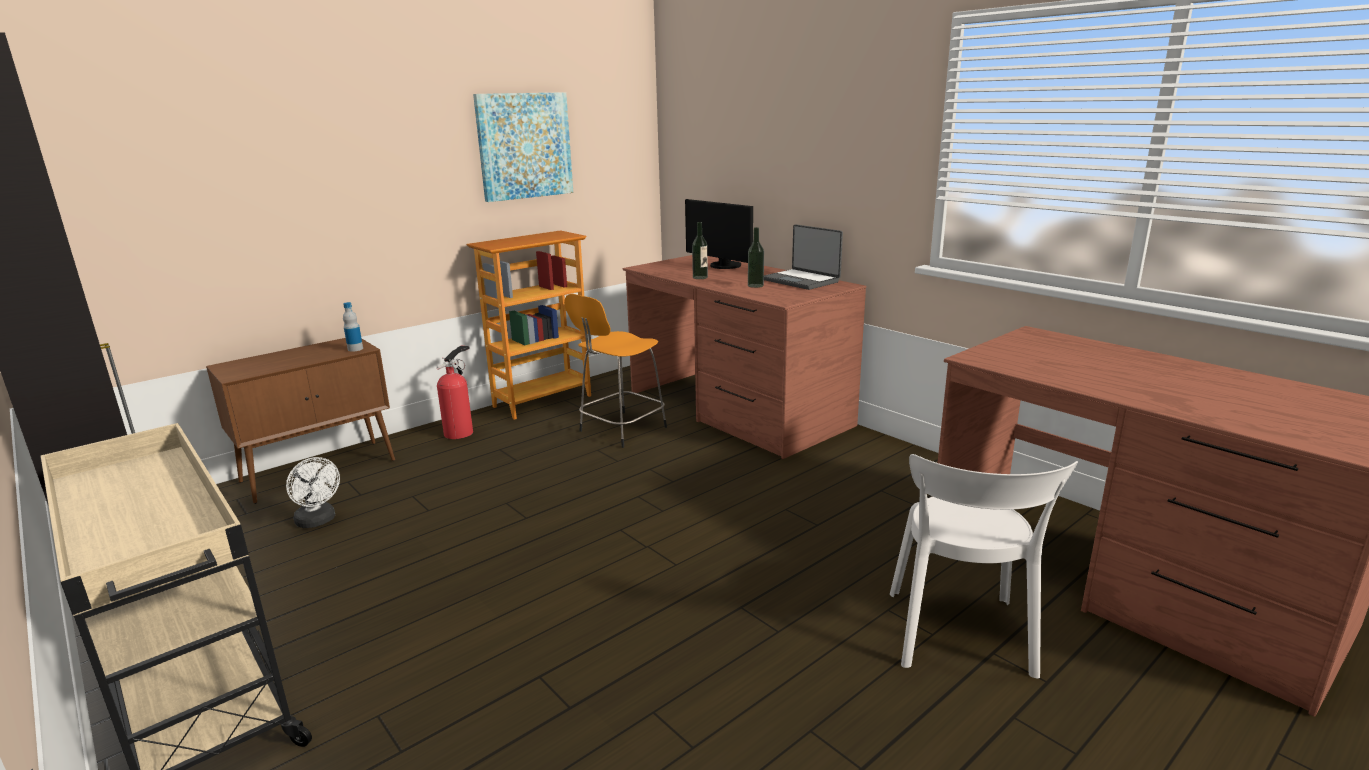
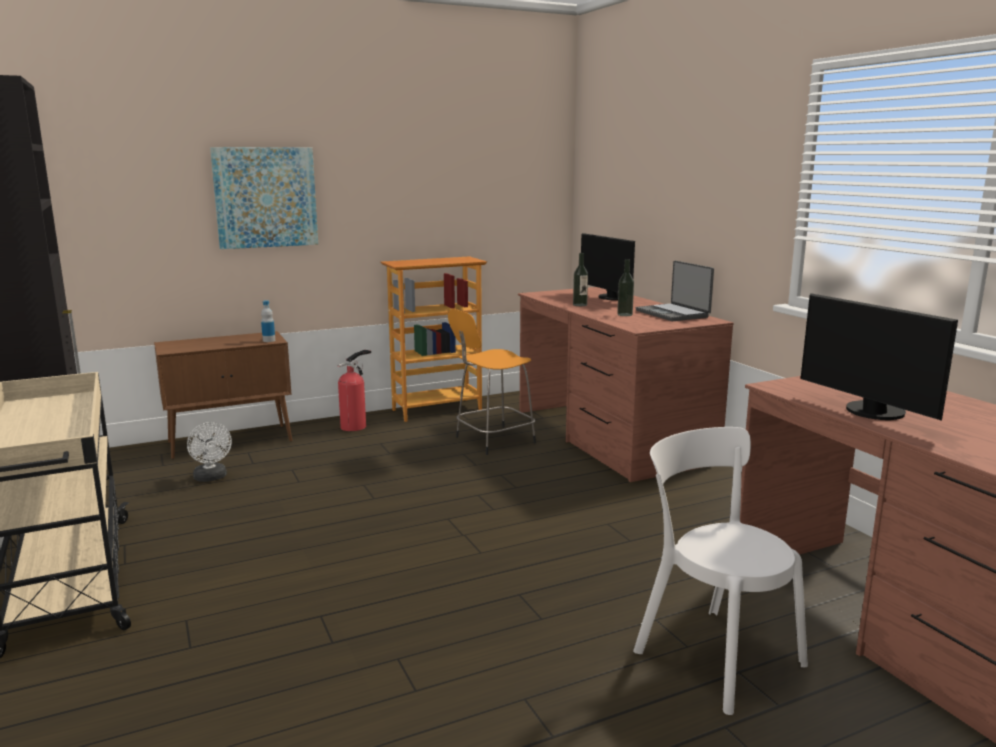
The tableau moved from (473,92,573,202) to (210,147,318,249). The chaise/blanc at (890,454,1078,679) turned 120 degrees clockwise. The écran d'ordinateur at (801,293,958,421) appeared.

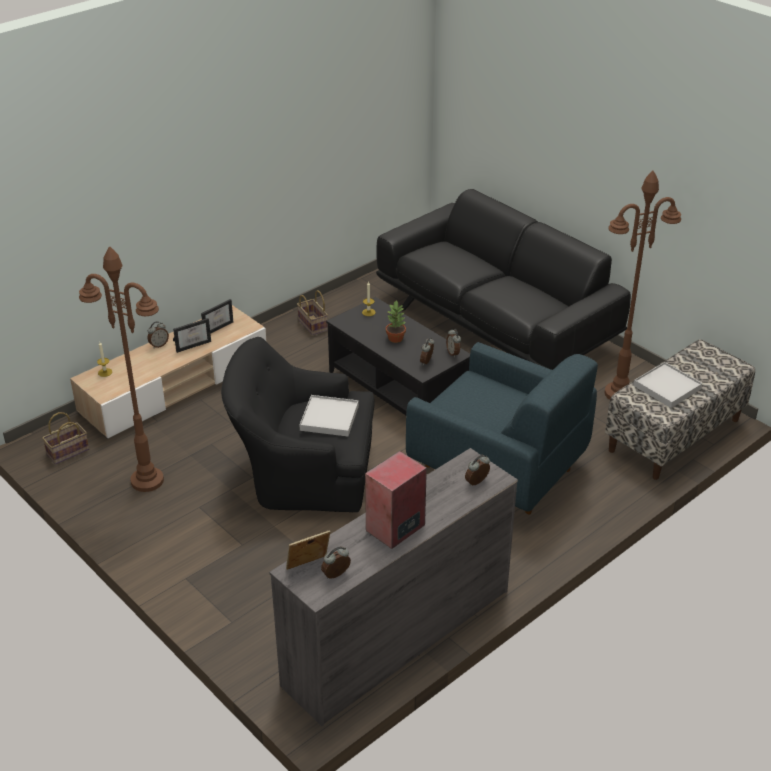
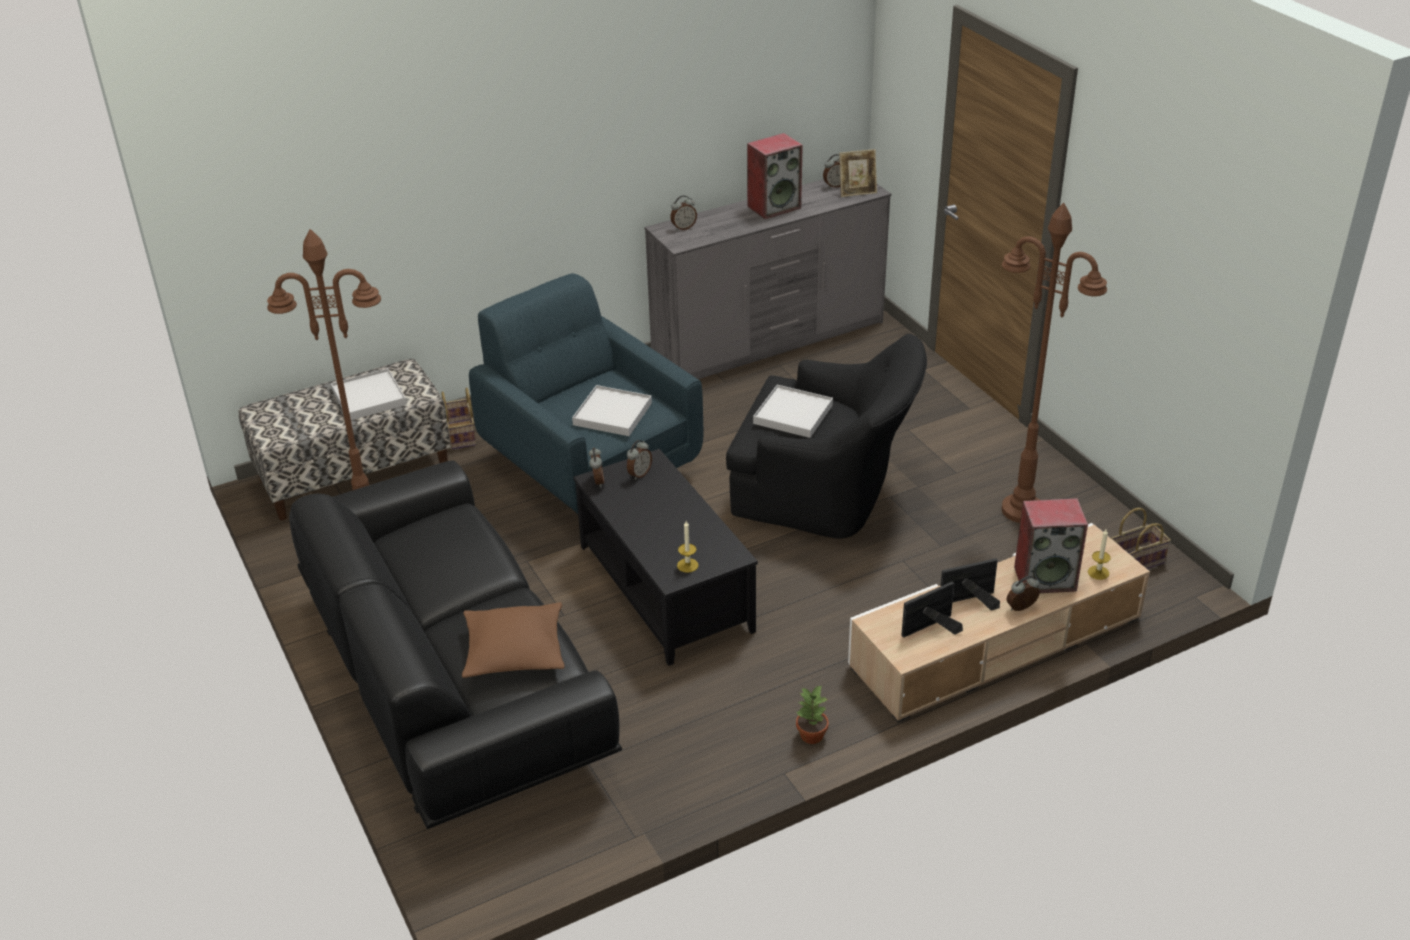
The panier moved from (297,290,328,335) to (441,387,476,449). The plante en pot moved from (386,300,406,343) to (796,685,829,744). The plateau/blanc at (572,385,652,436) appeared. The enceinte at (1014,498,1088,593) appeared. The coussin/marron at (462,602,565,678) appeared.

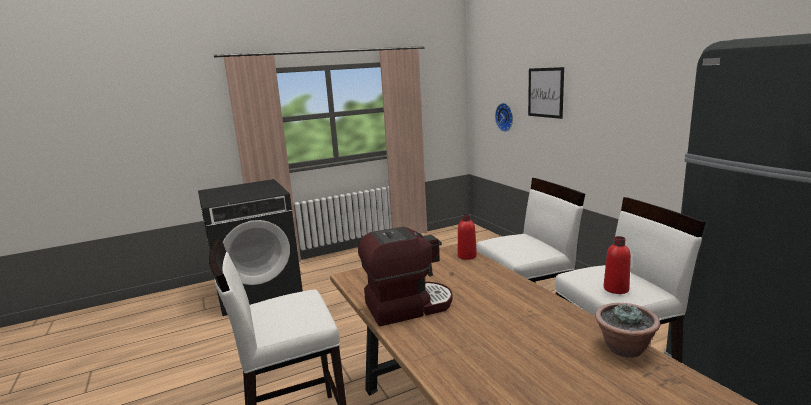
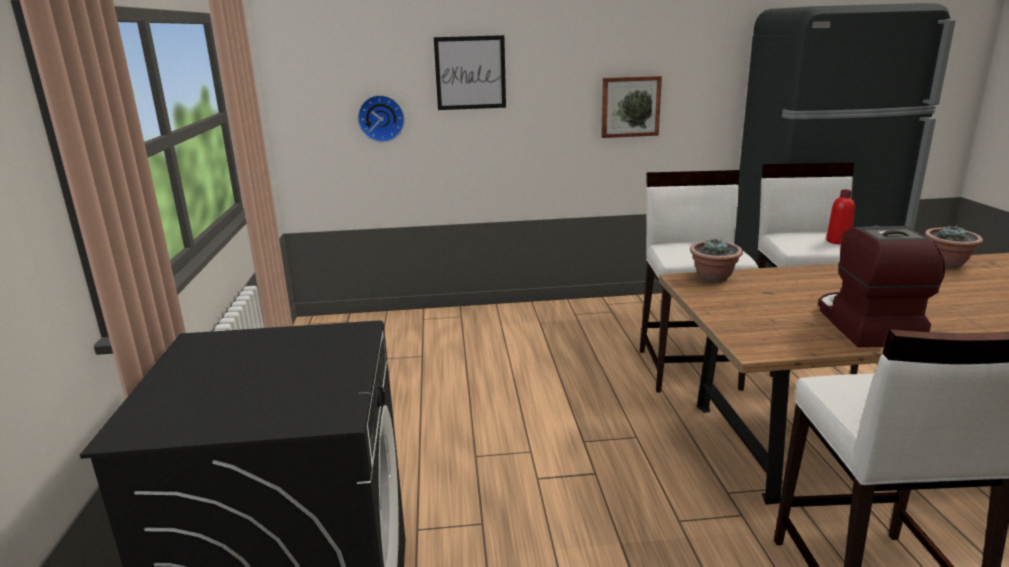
The bouteille/rouge at (458,214,477,260) was replaced by the plante en pot at (690,239,743,283). The tableau at (601,76,662,138) appeared.

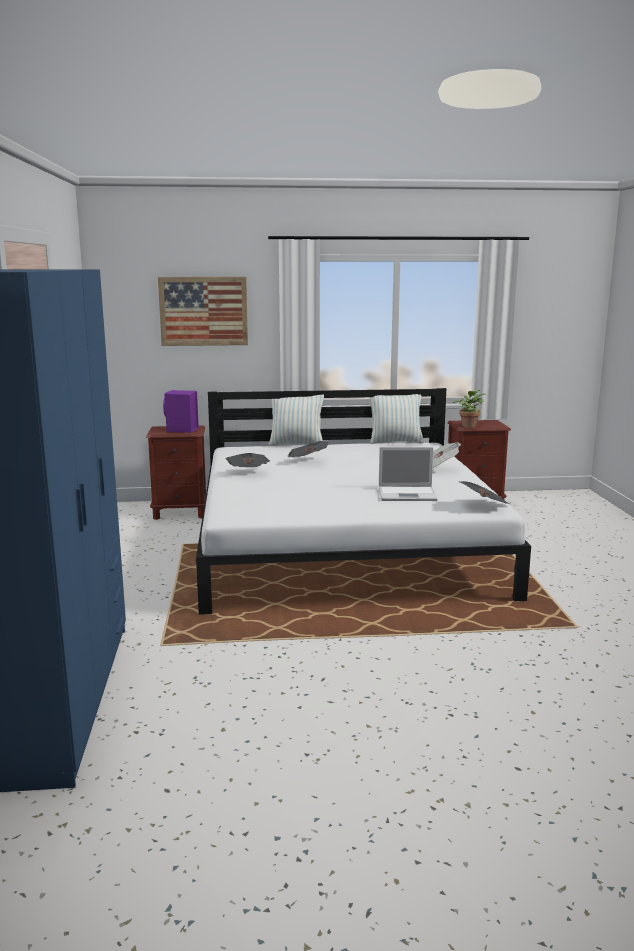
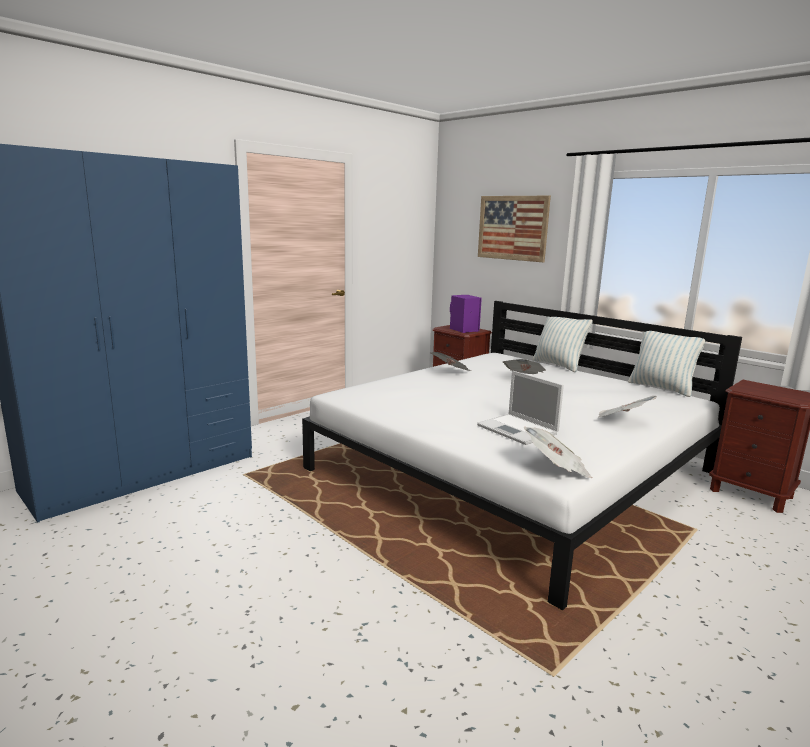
The plante en pot at (453,389,486,428) disappeared.

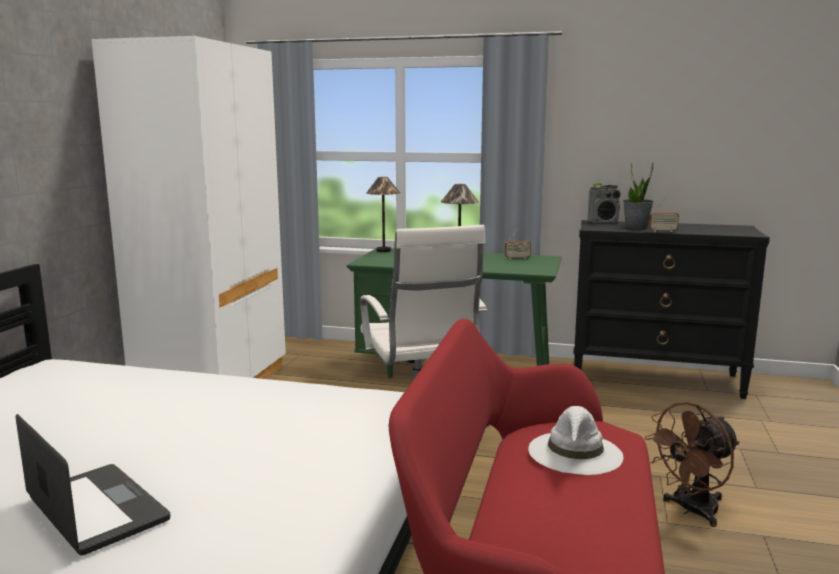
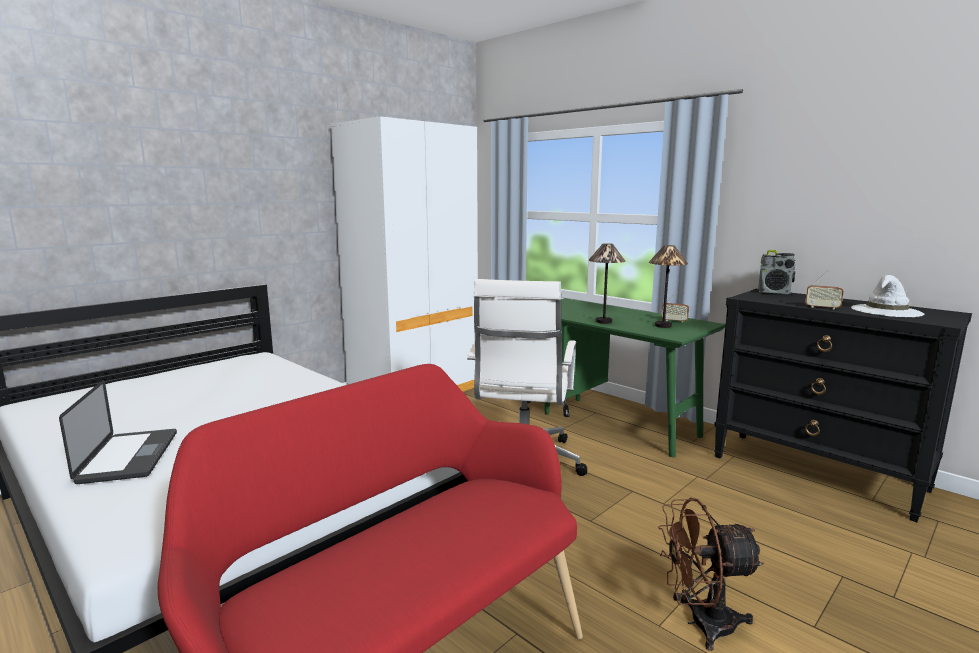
The plante en pot at (623,162,654,229) disappeared. The lampe de table moved from (367,177,400,252) to (649,245,688,328). The chapeau/blanc moved from (528,406,623,475) to (851,275,924,317).

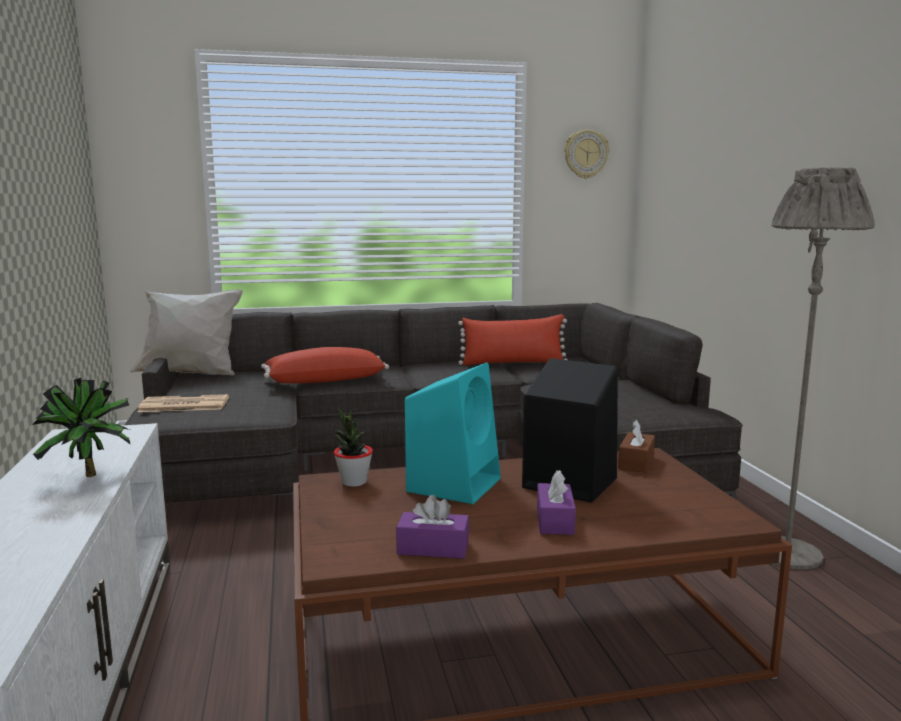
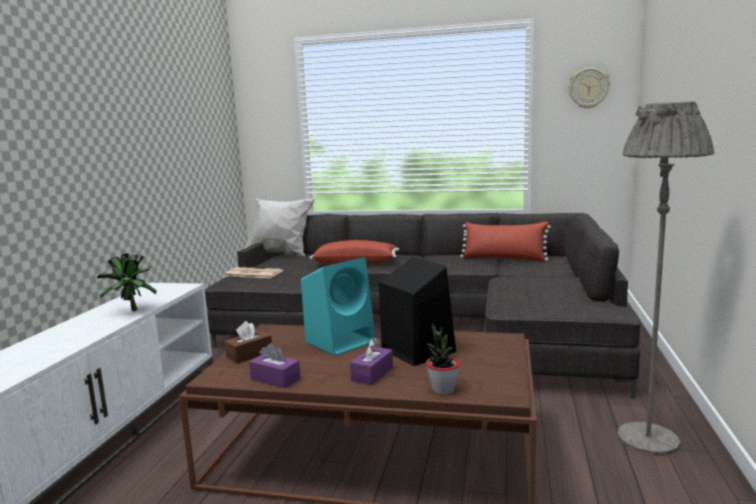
The plante en pot moved from (334,408,373,487) to (426,323,460,394). The boîte à mouchoirs/marron moved from (618,420,655,473) to (225,321,272,363).

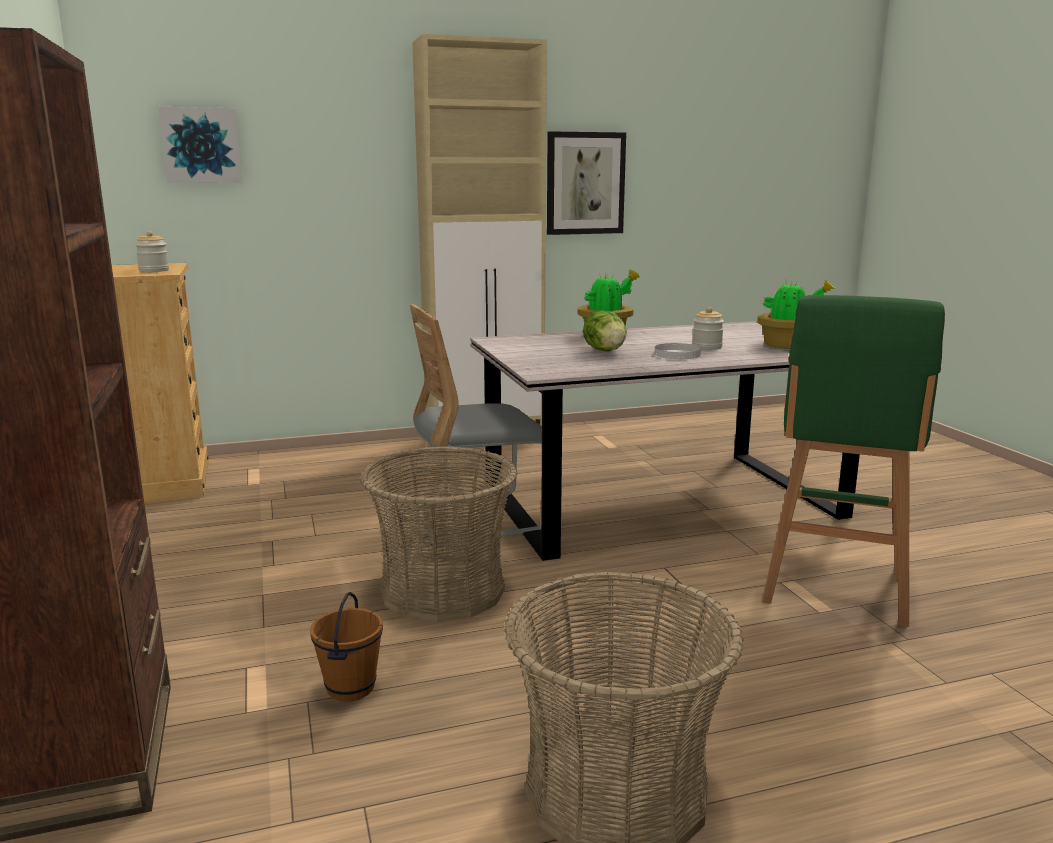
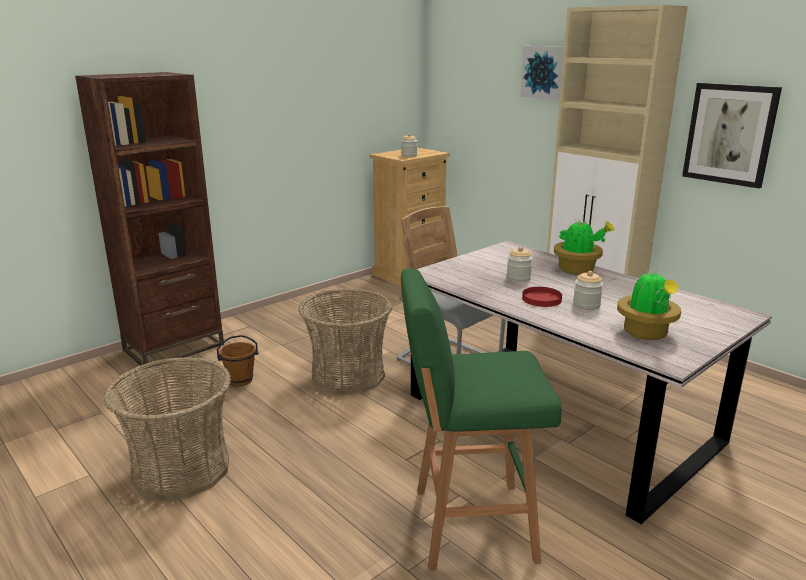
The tableau moved from (158,107,243,183) to (520,46,564,100). The laitue at (583,310,627,351) was replaced by the bocal at (507,247,533,282). The assiette/blanc at (655,343,701,359) became the assiette/rouge at (522,287,562,307).

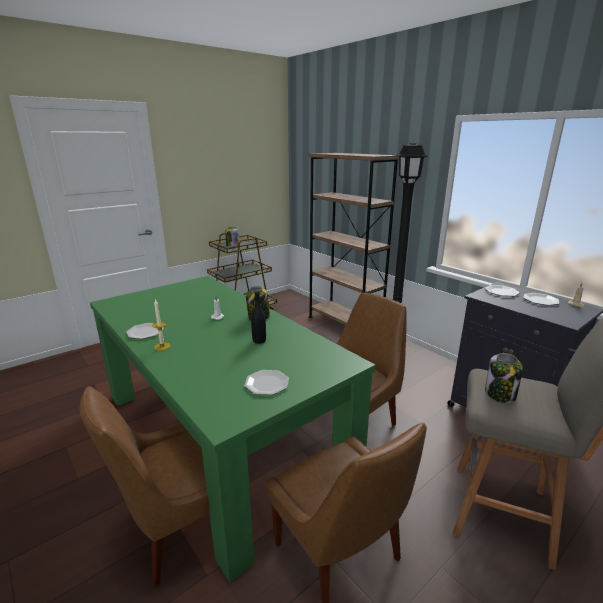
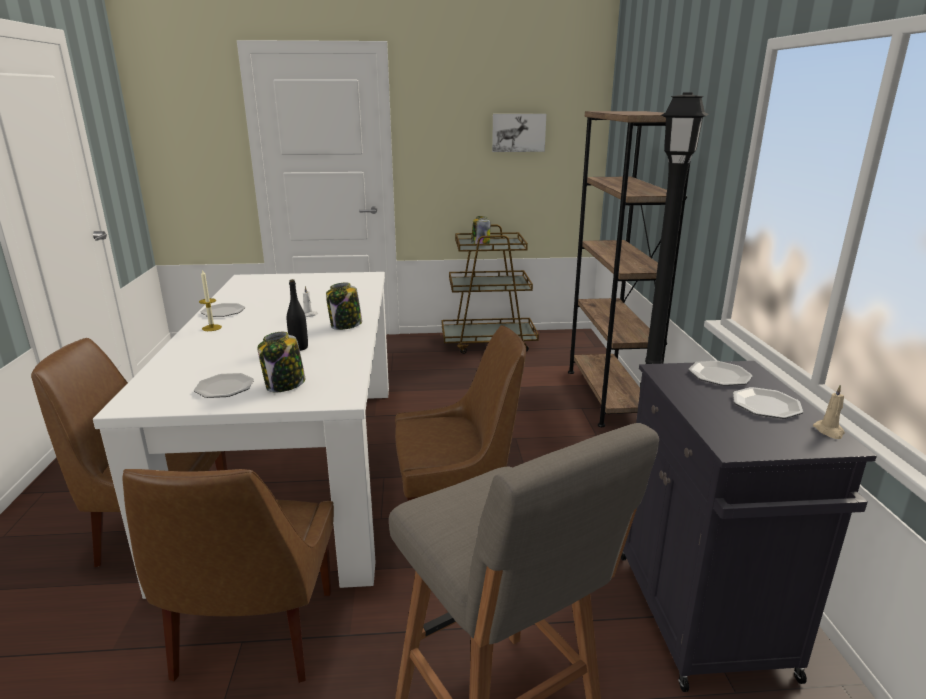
The table à manger/vert at (90,276,376,582) became the table à manger/blanc at (93,272,389,599). The bocal moved from (485,353,523,403) to (257,332,305,392). The tableau at (492,114,546,152) appeared.

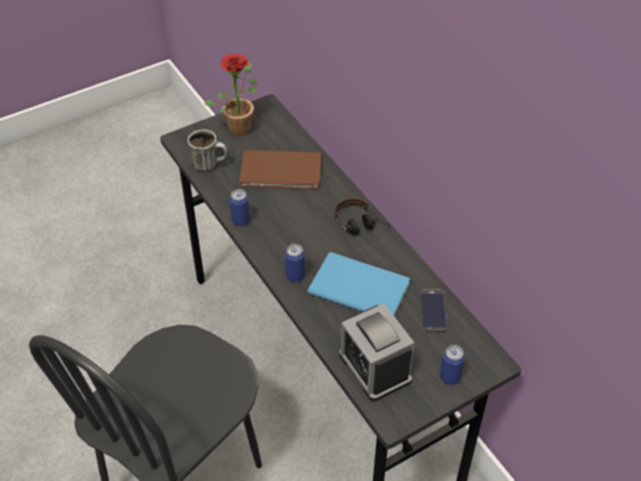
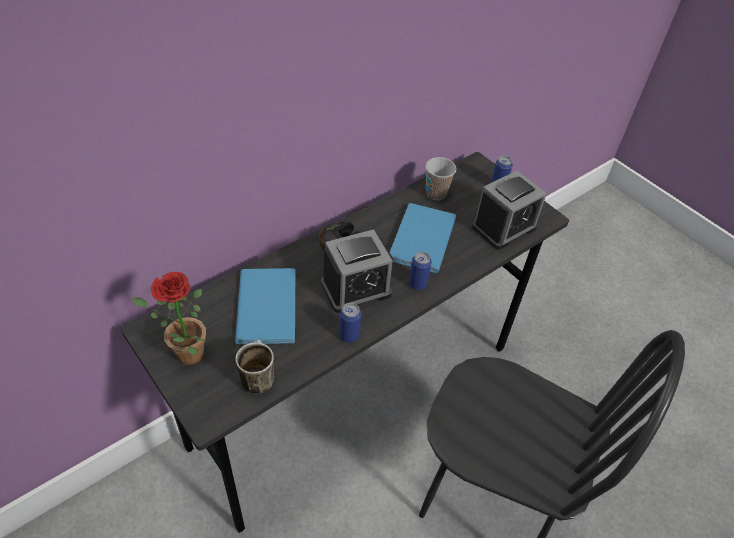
The livre/marron at (239,150,321,189) became the livre/bleu at (235,268,295,345). The téléphone at (420,289,447,332) was replaced by the tasse at (426,157,456,200). The réveil at (321,229,393,313) appeared.

